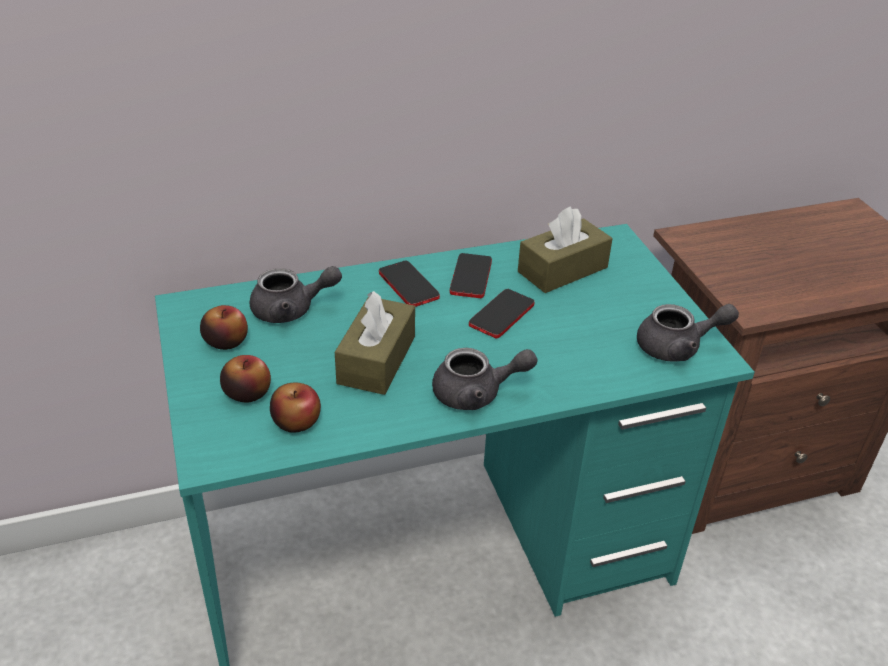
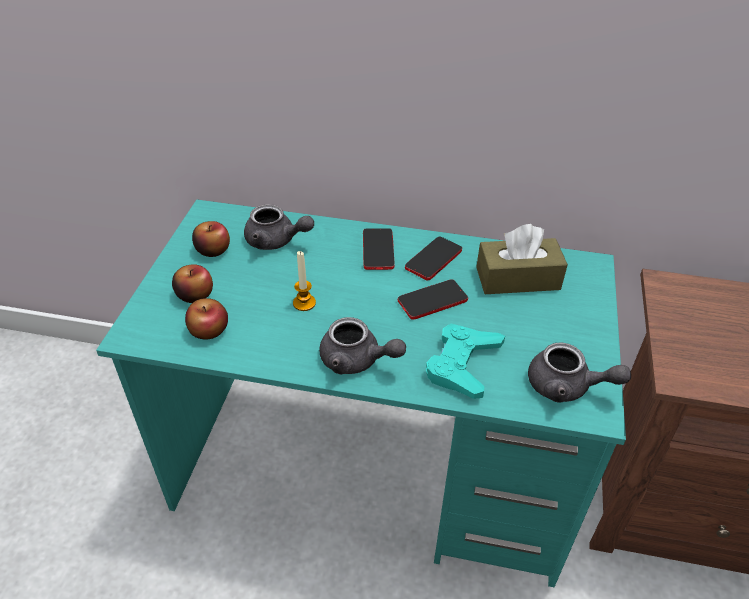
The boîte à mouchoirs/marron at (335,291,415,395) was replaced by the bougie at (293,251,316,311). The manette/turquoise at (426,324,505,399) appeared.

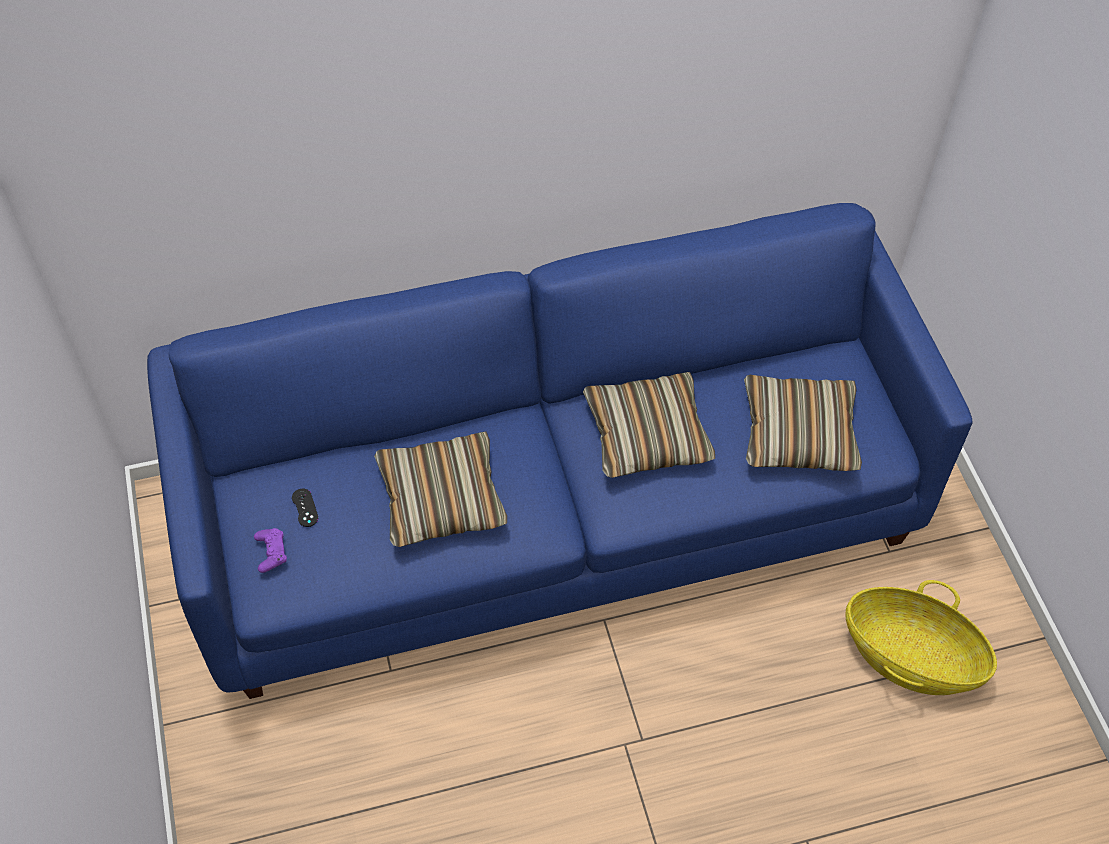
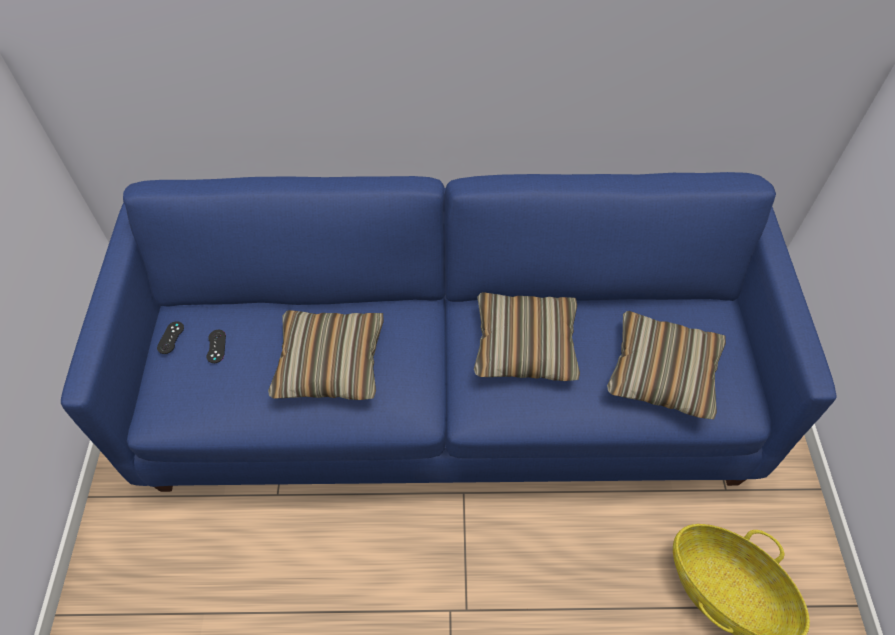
The manette/violet at (254,528,287,573) disappeared. The manette/noir at (157,321,184,354) appeared.

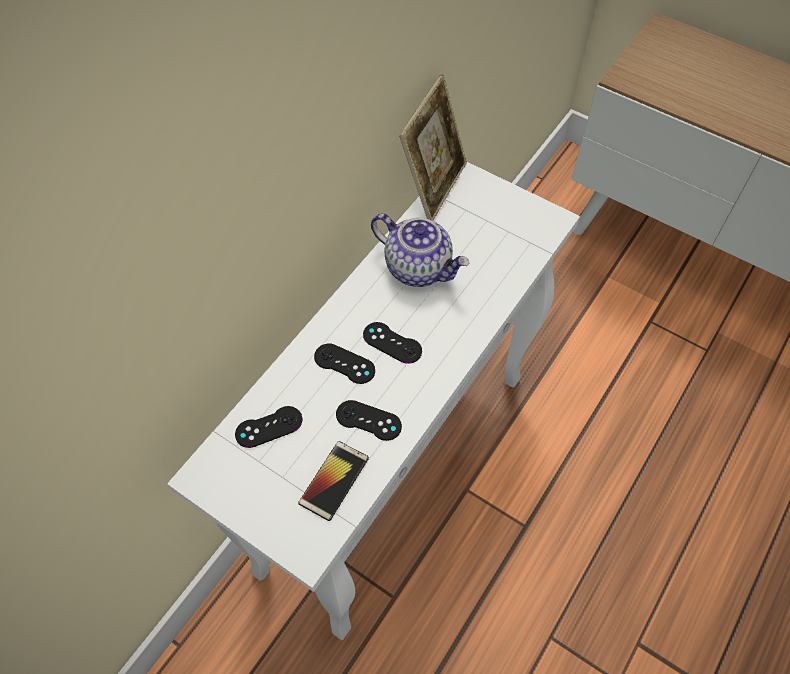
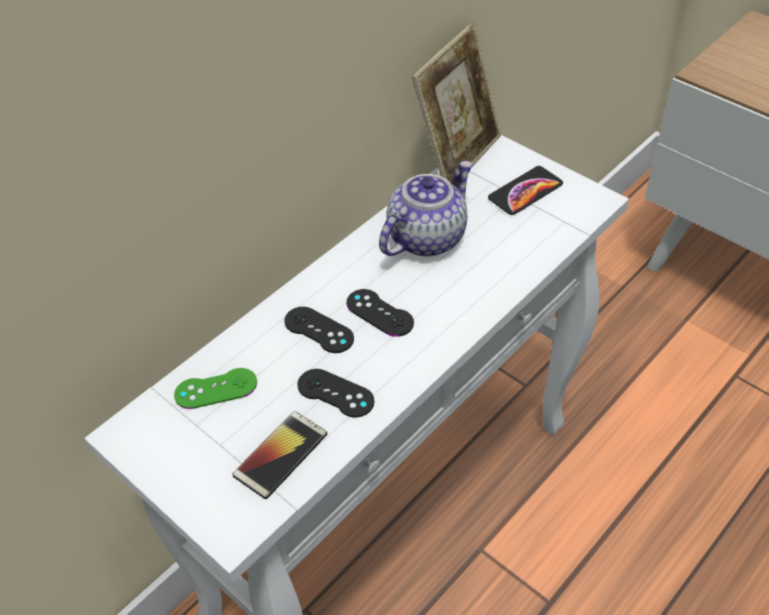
The théière at (371,213,470,287) turned 90 degrees counterclockwise. The manette/noir at (235,406,302,448) became the manette/vert at (174,368,257,409). The téléphone at (488,166,563,215) appeared.

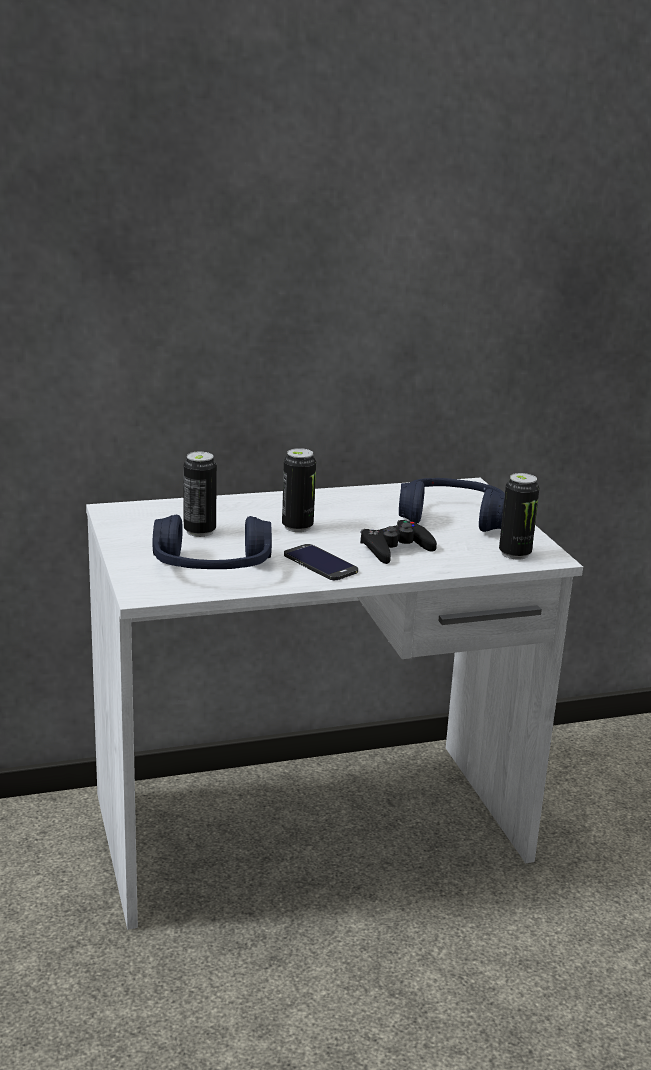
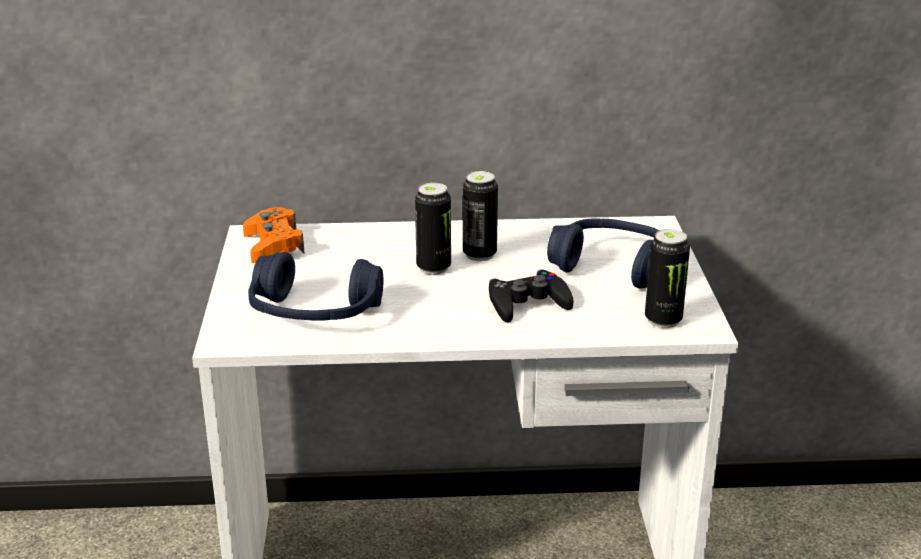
The boîte métallique moved from (183,452,217,537) to (463,171,498,261). The téléphone at (284,544,358,580) disappeared. The manette/orange at (243,207,305,263) appeared.

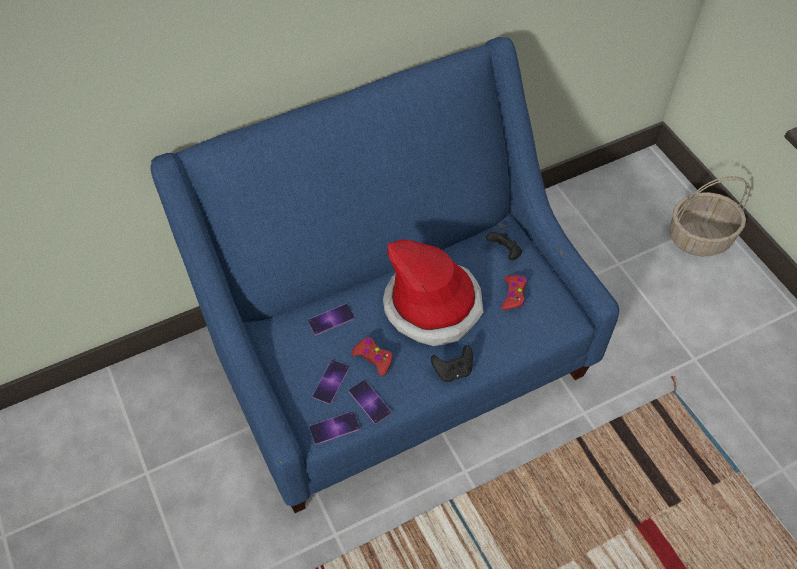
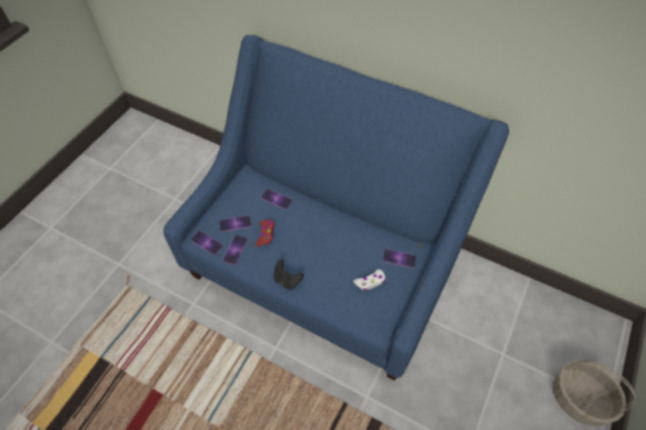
The manette/noir at (486,232,522,260) was replaced by the téléphone at (382,249,417,268). The chapeau at (383,239,484,346) disappeared. The manette/rouge at (501,275,527,310) became the manette/blanc at (353,269,386,291).

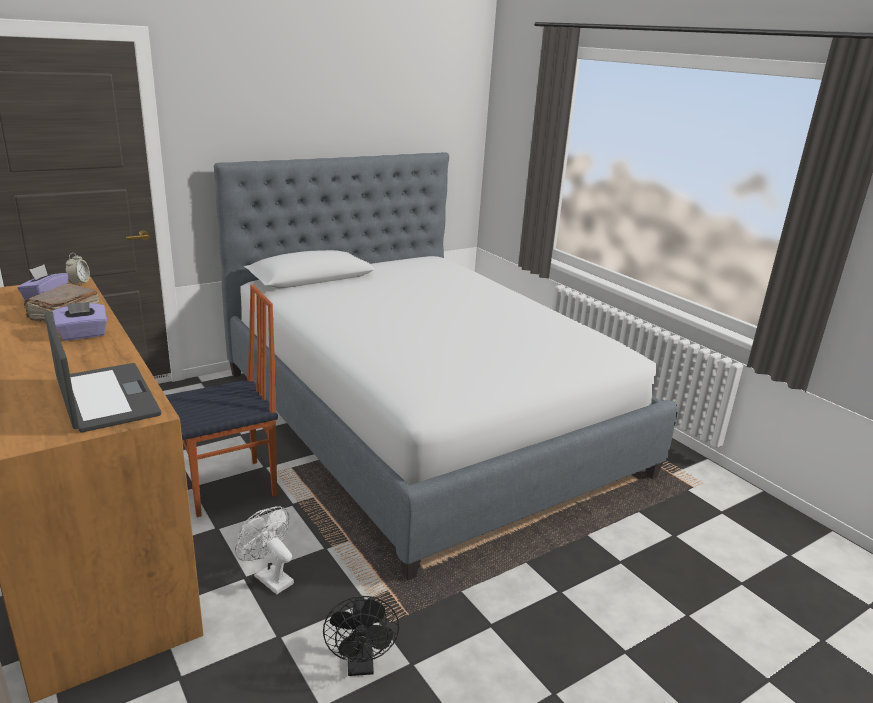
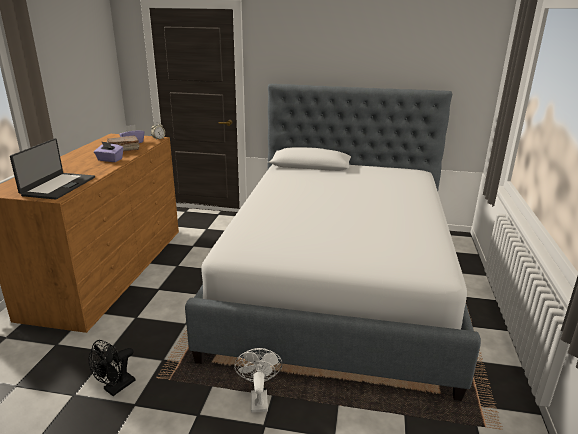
The chaise at (166,284,278,517) disappeared. The ventilateur/blanc moved from (235,506,294,595) to (234,348,282,413).

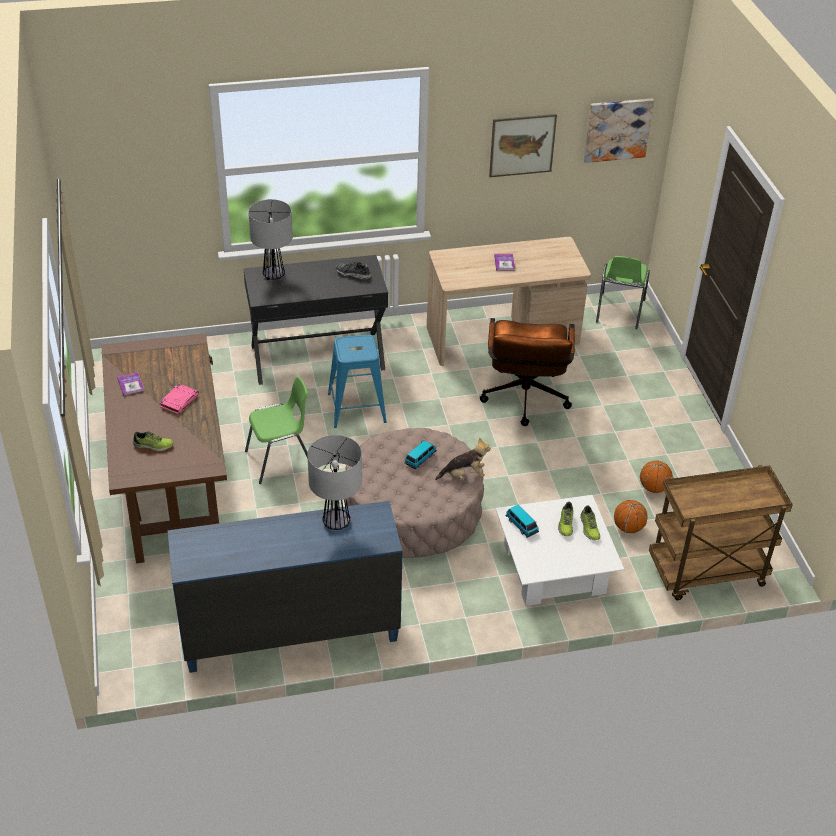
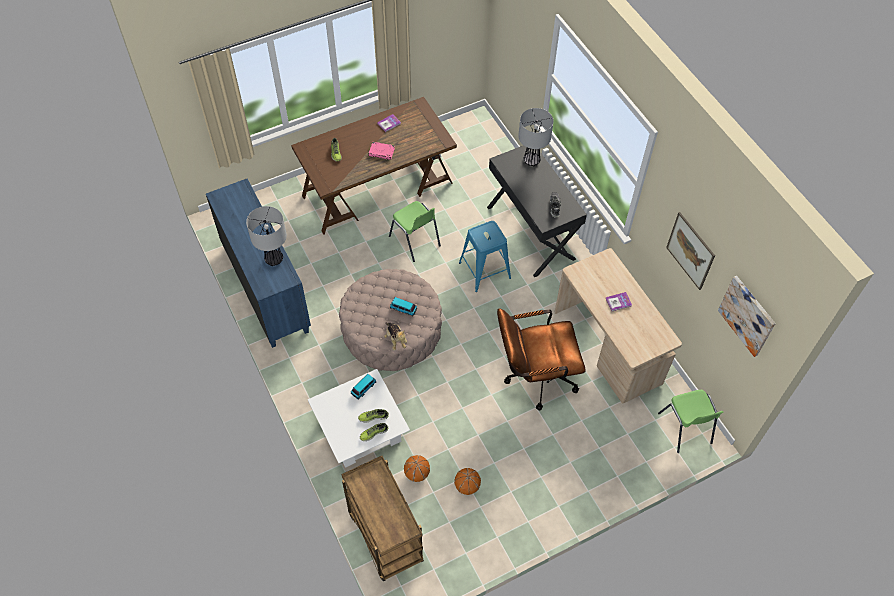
The chaise/vert at (596,256,650,329) turned 105 degrees counterclockwise.

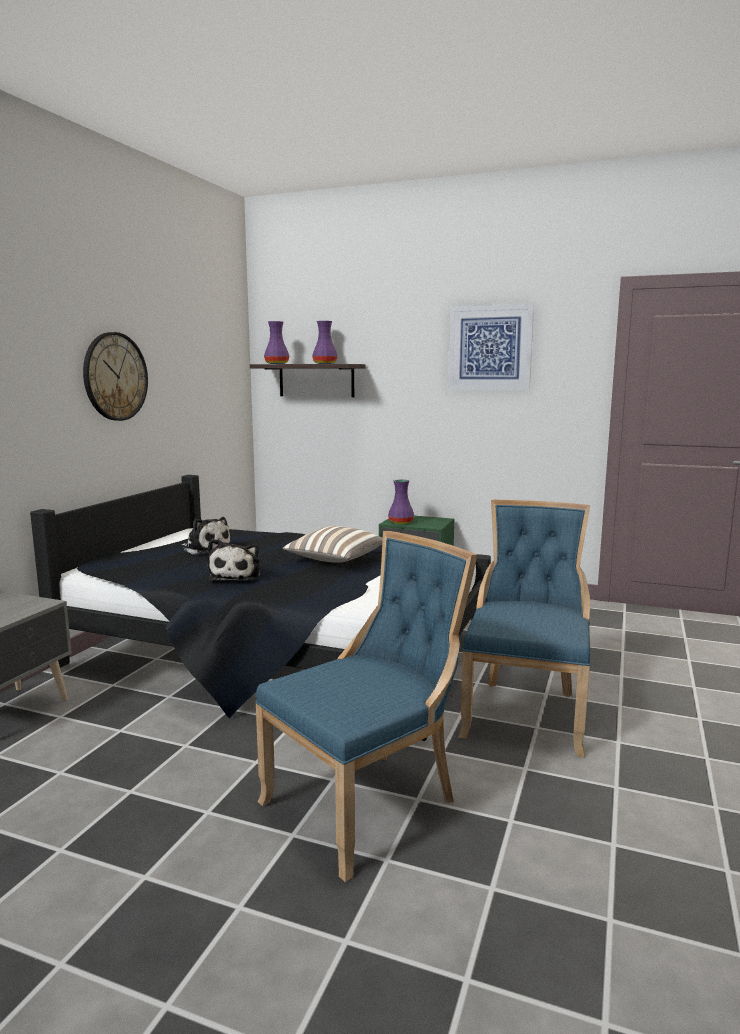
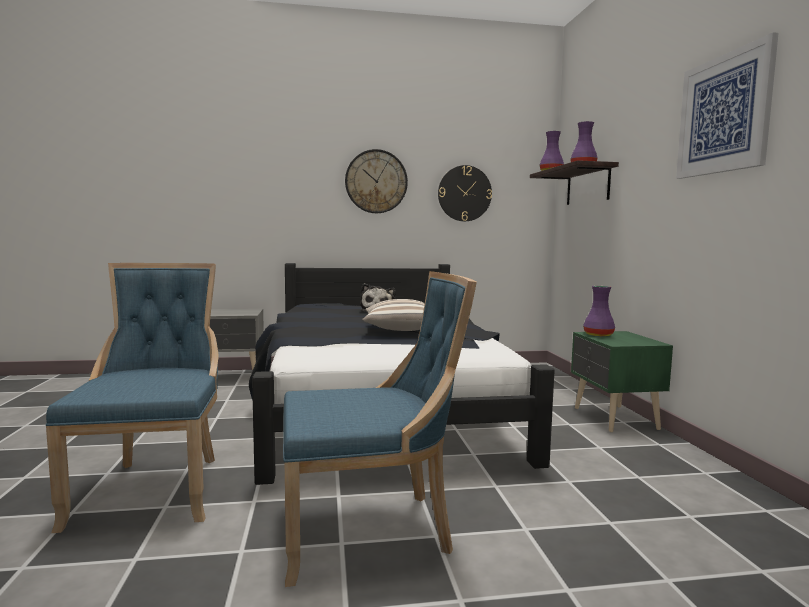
The chaise/bleu at (255,531,477,882) turned 120 degrees counterclockwise. The peluche at (208,539,260,581) disappeared. The horloge murale at (438,165,492,221) appeared.

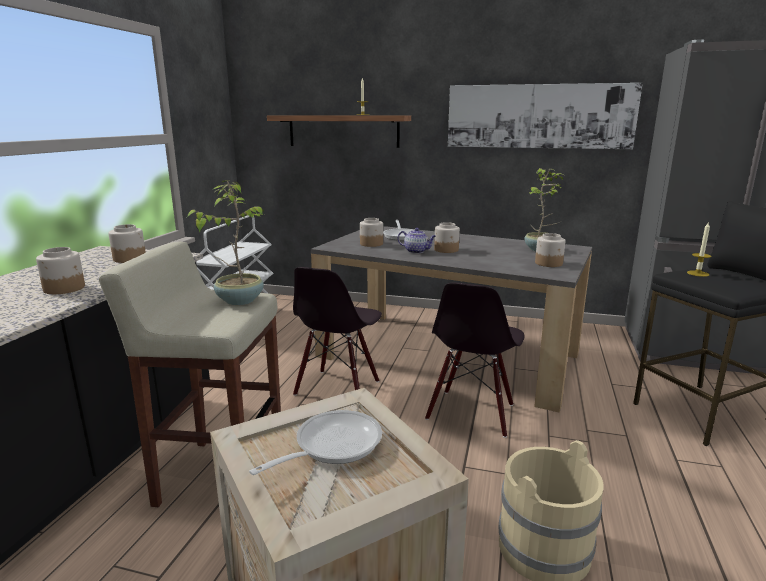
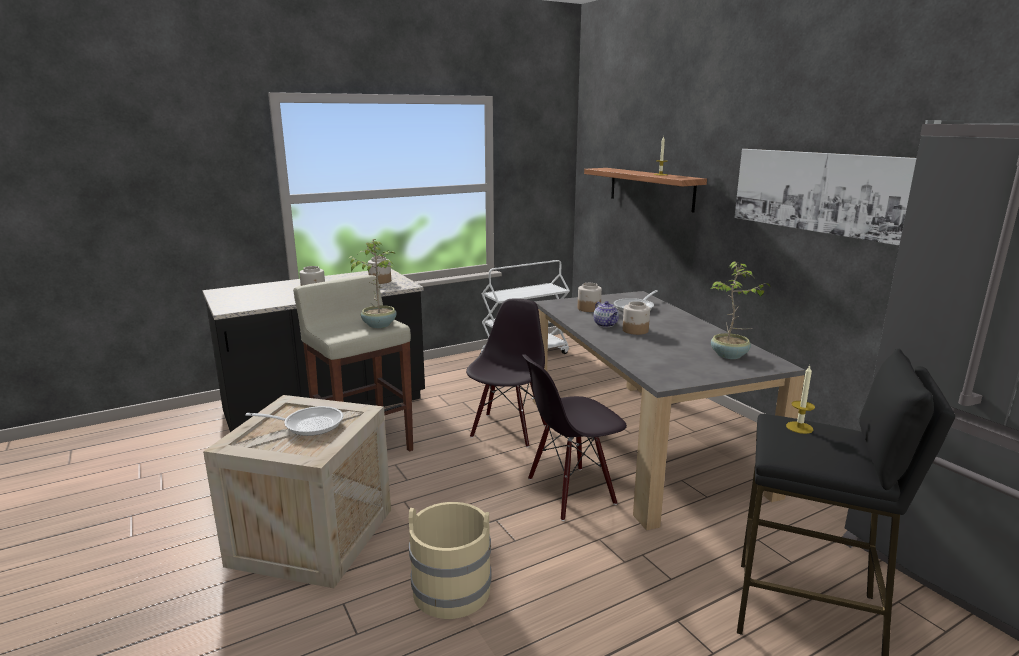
The bocal at (535,233,565,267) disappeared. The chaise/noir at (293,267,382,396) turned 135 degrees clockwise.

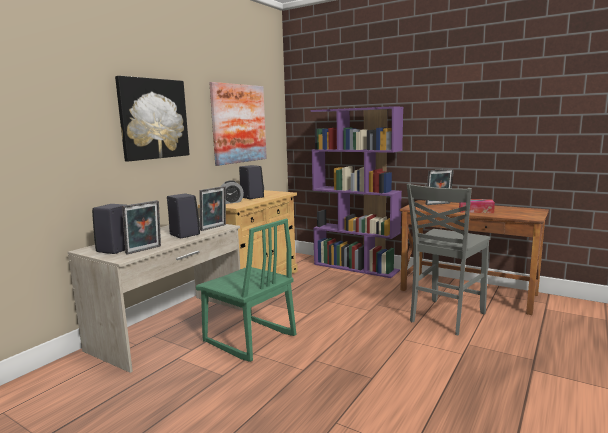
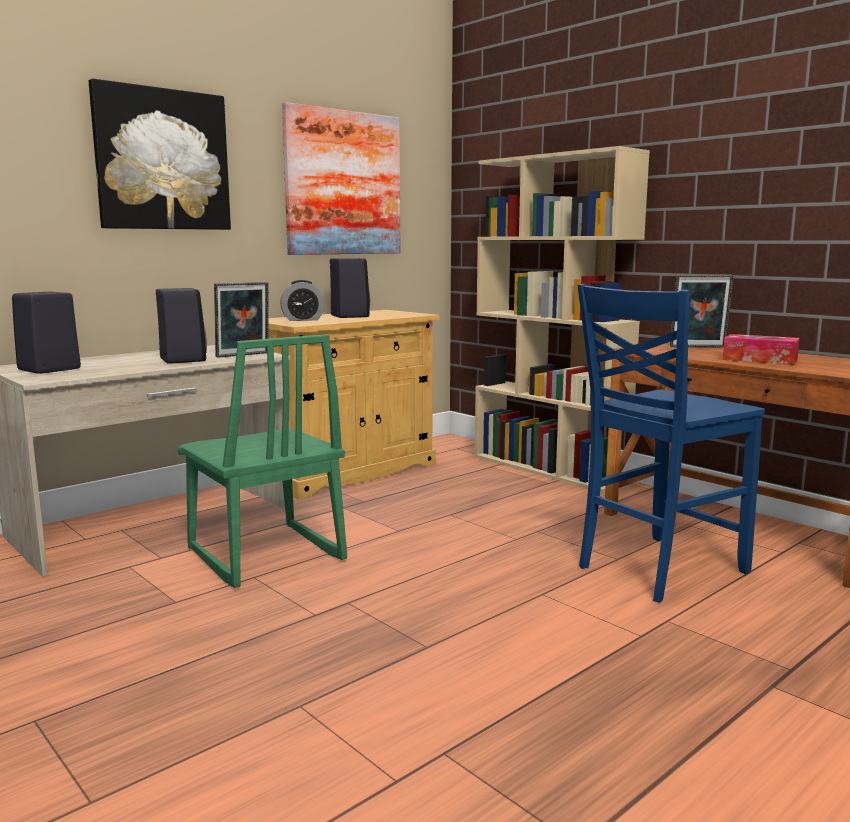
The bibliothèque/violet at (311,106,403,278) became the bibliothèque/beige at (475,146,650,493). The chaise/gris at (407,183,491,335) became the chaise/bleu at (578,284,765,603). The cadre photo at (122,200,161,254) disappeared.

